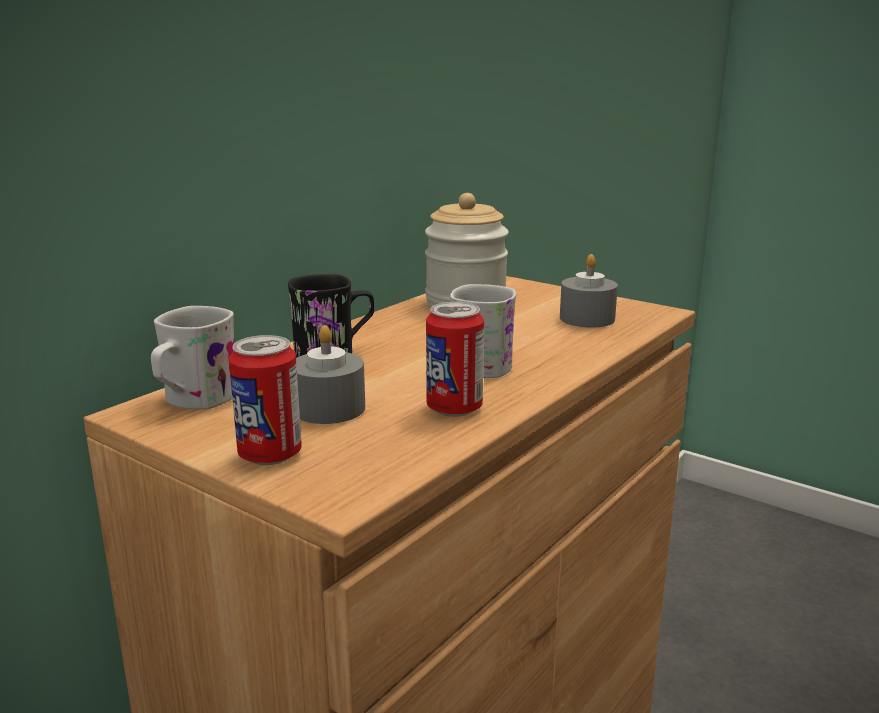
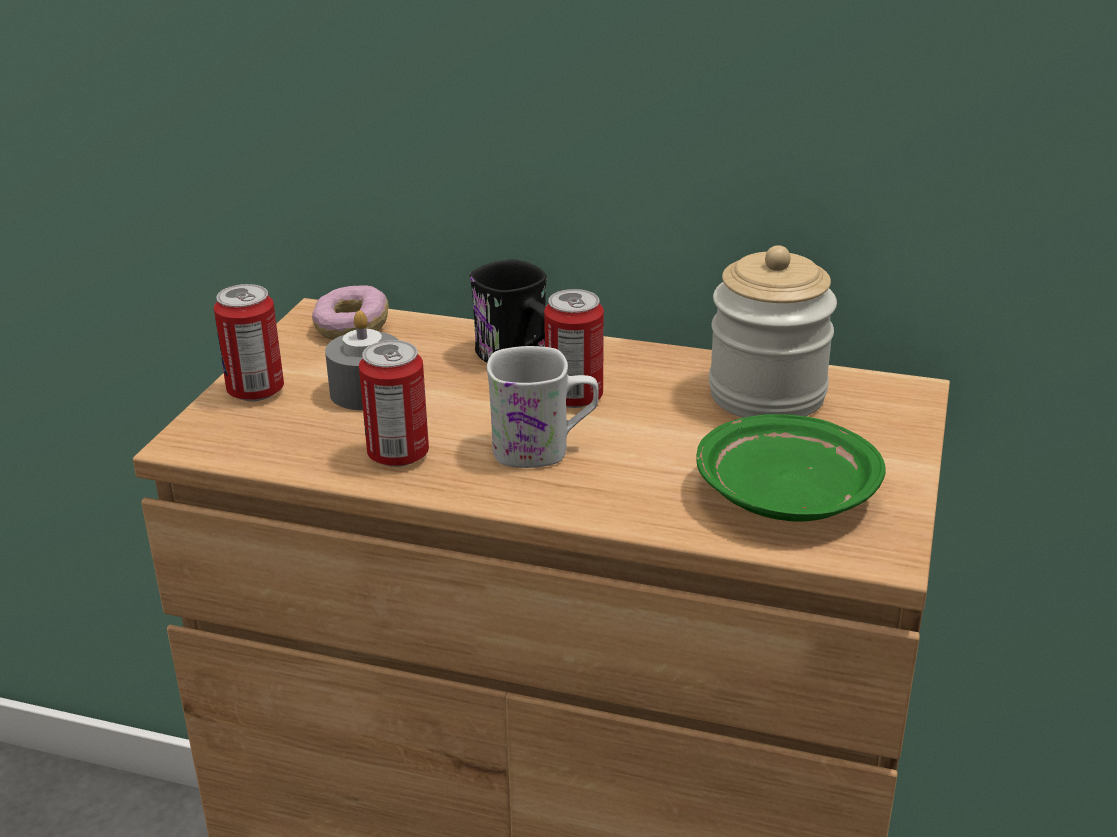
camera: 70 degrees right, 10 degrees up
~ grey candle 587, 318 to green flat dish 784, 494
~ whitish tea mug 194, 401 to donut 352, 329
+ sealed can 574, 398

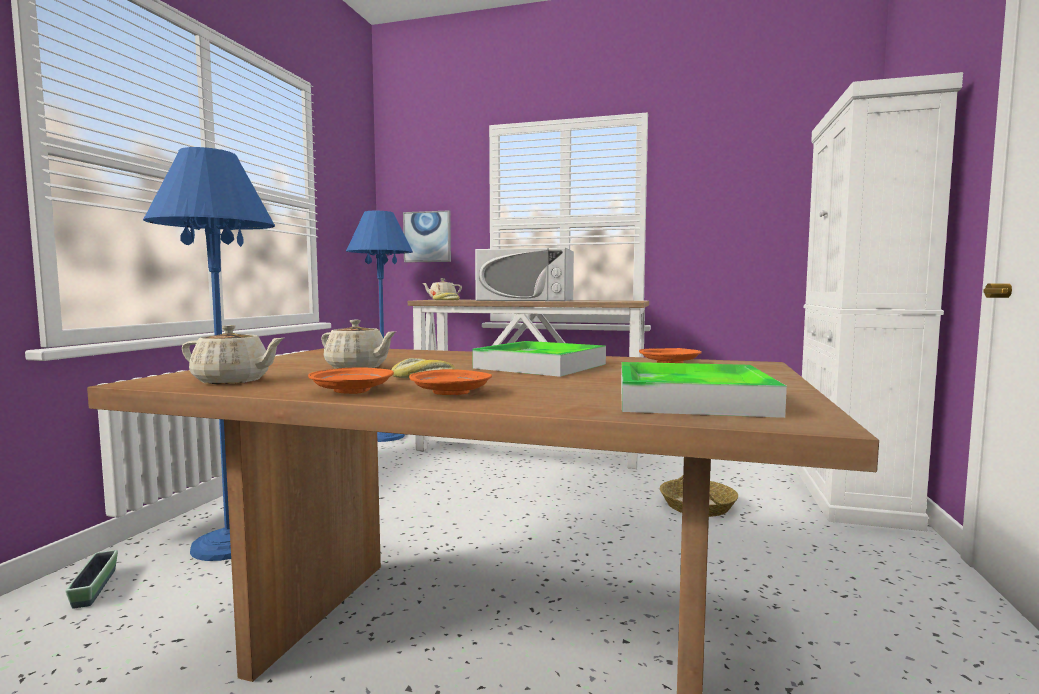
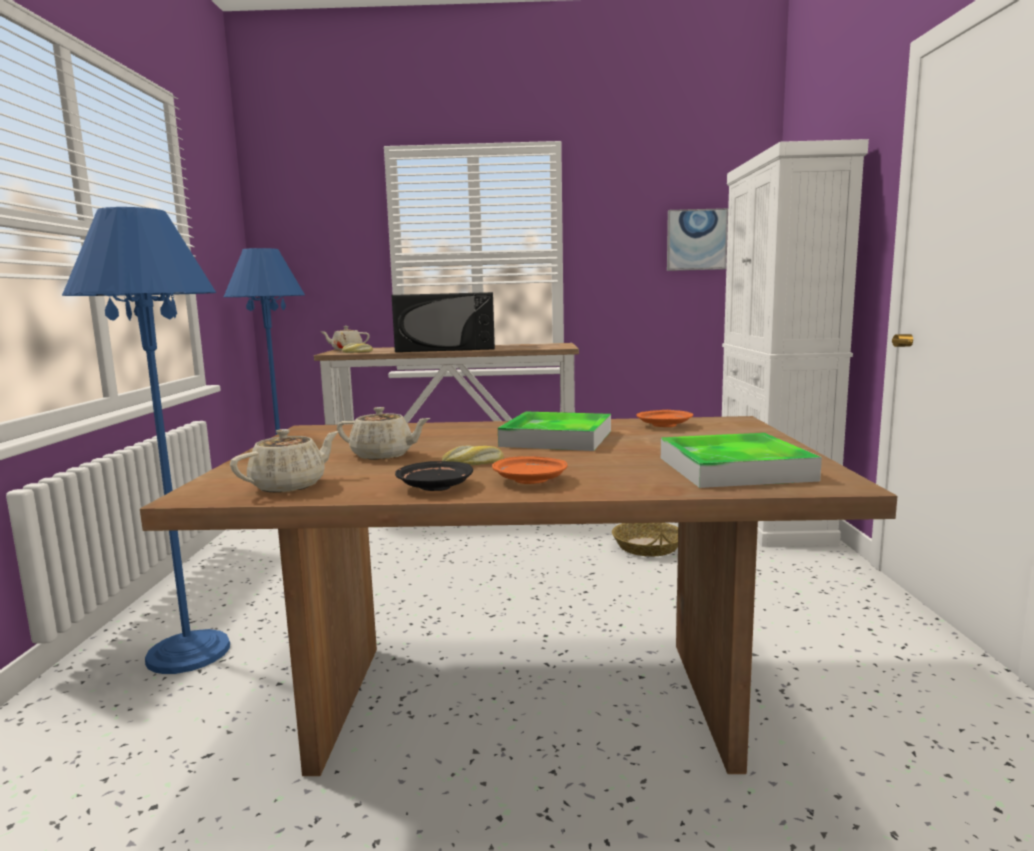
camera: 15 degrees left, 5 degrees up
~ wall picture 427, 237 to 696, 240
~ whitish kitchen microwave 526, 300 to blackish kitchen microwave 447, 348
~ beige tea pot 233, 381 = 290, 485 45 degrees counterclockwise
~ orange flat dish 351, 391 to blackish flat dish 434, 487
- plant pot 95, 588

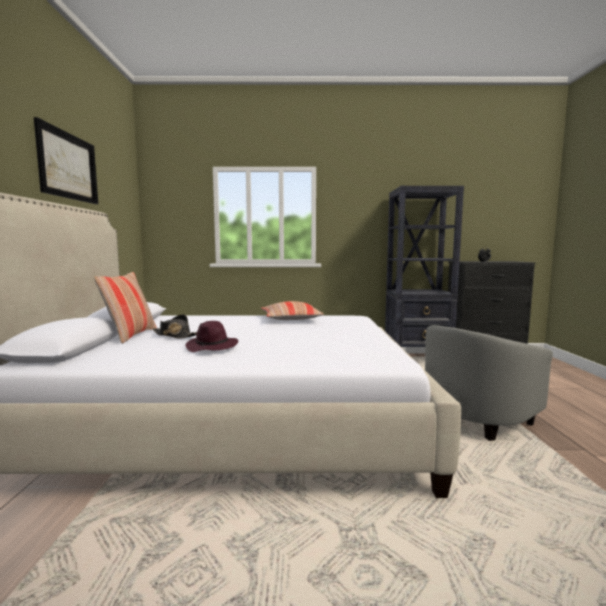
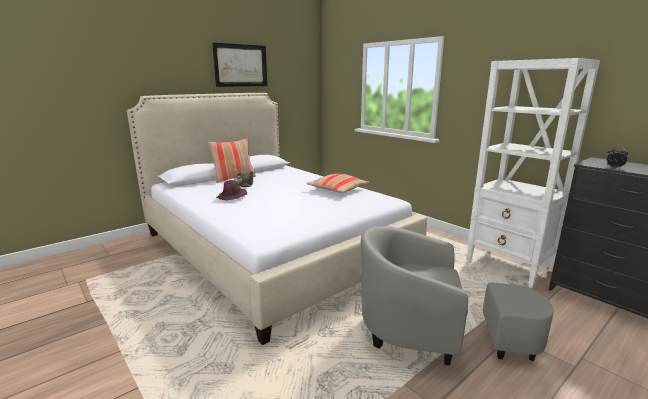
camera: 50 degrees right, 10 degrees up
~ blackish shelving unit 417, 360 to whitish shelving unit 509, 267

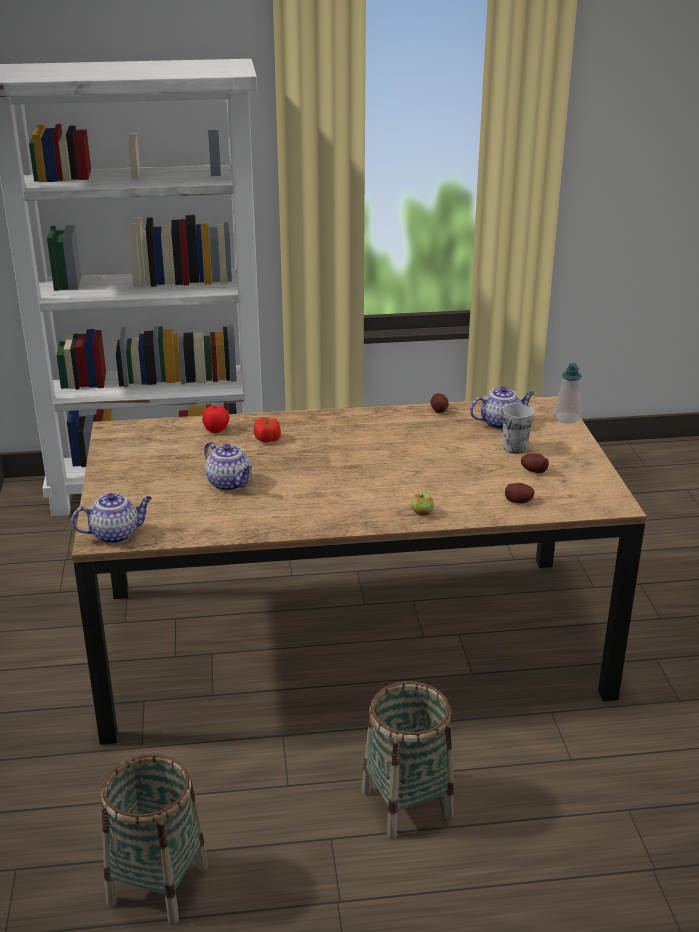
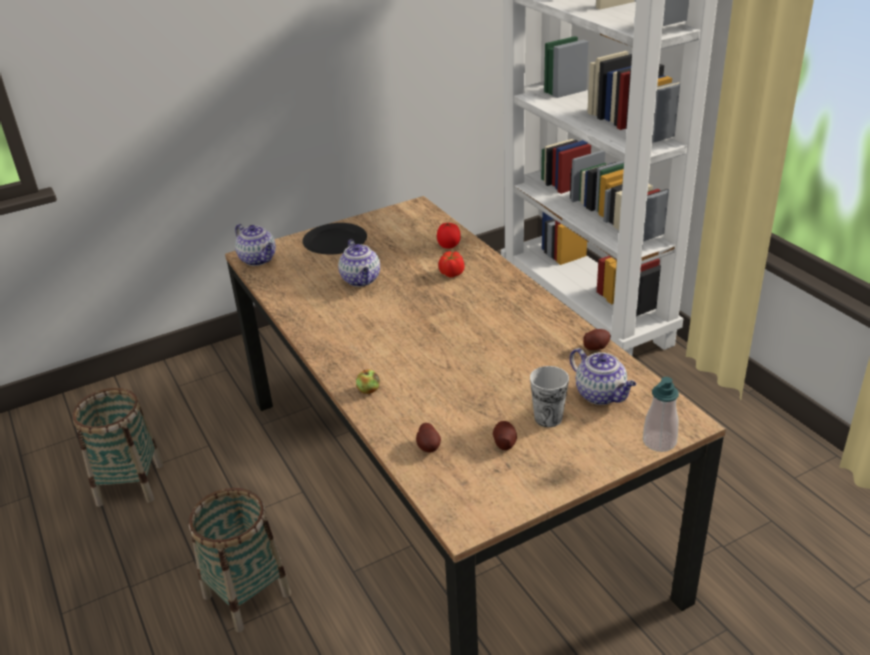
camera: 70 degrees right, 5 degrees up
~ tea pot 230, 484 = 361, 280 45 degrees counterclockwise
+ blackish flat dish 335, 242

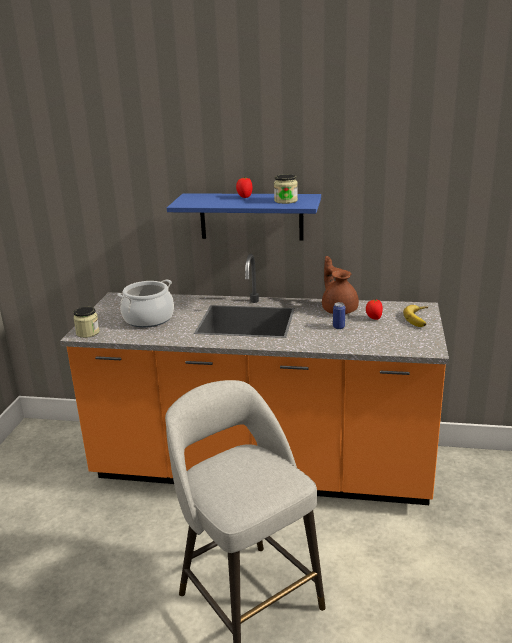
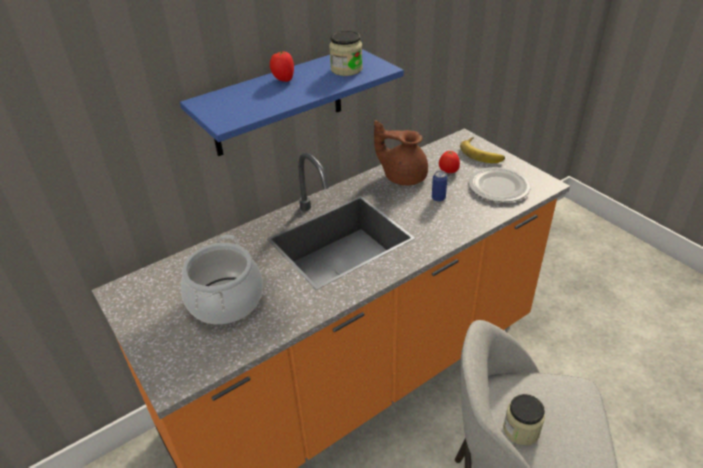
camera: 45 degrees left, 15 degrees up
~ storage jar 88, 333 to 521, 429
+ flat dish 499, 187

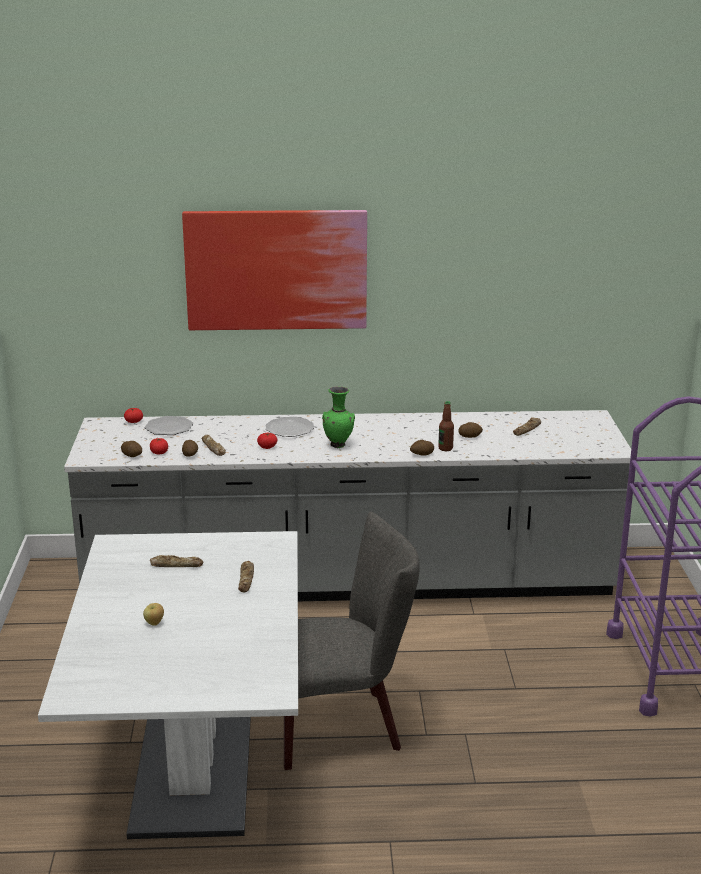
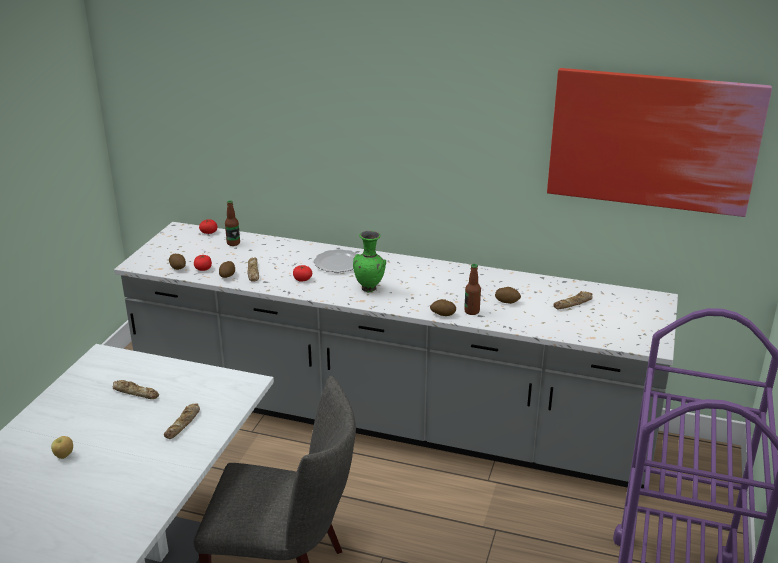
camera: 20 degrees right, 5 degrees up
~ wall picture 276, 269 to 652, 141
~ flat dish 169, 427 to beverage bottle 233, 243

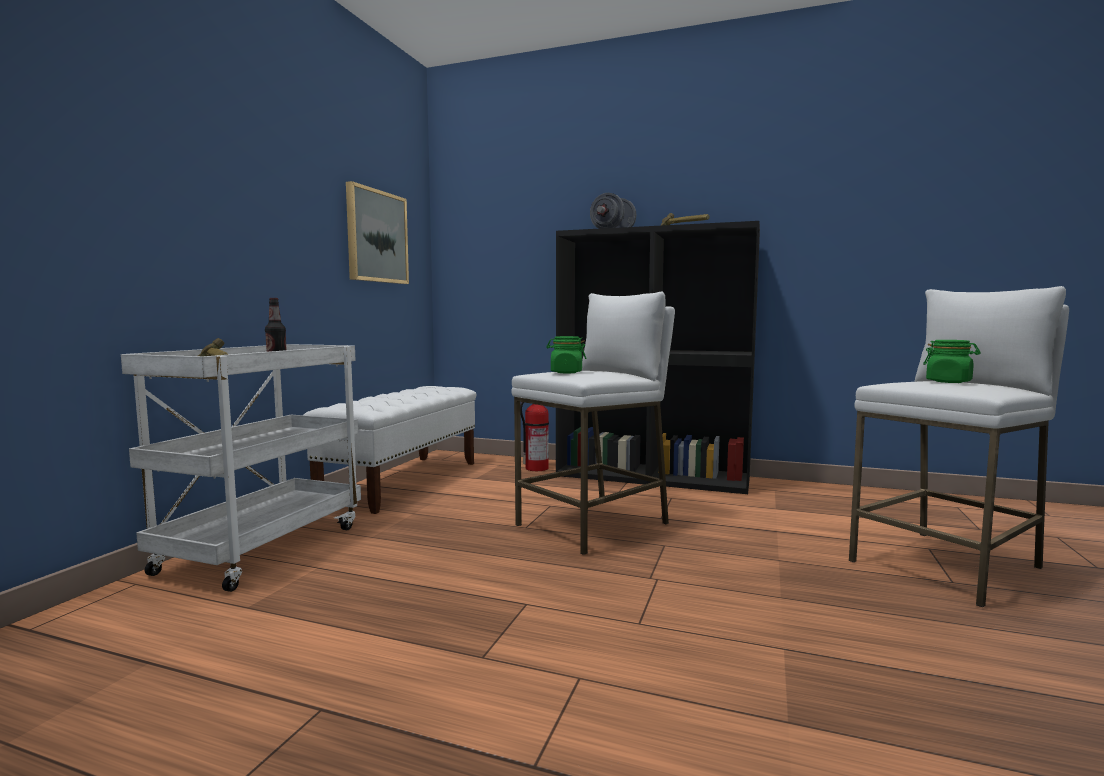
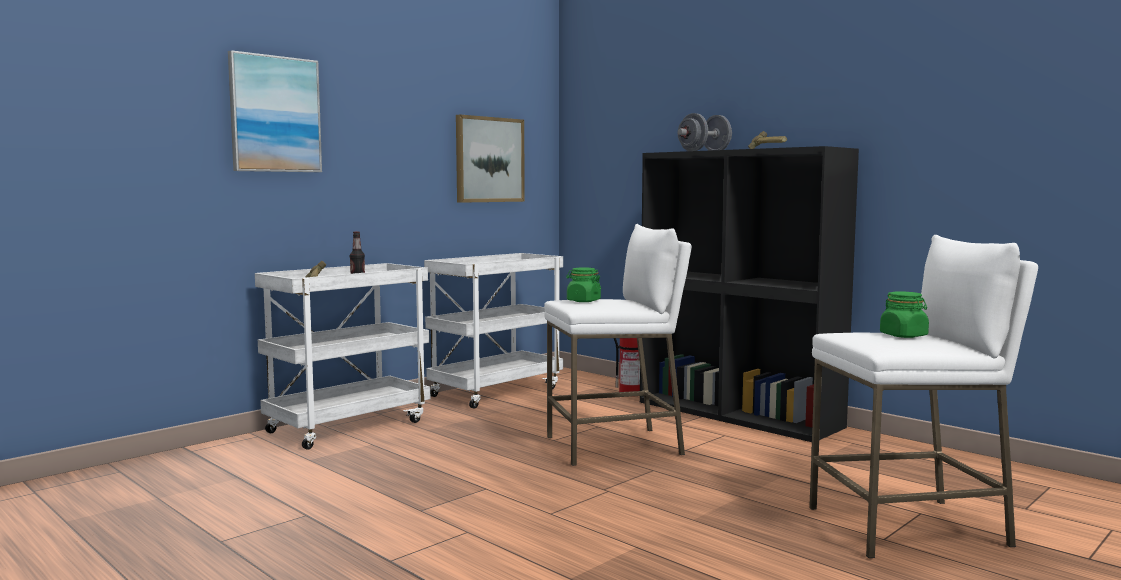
camera: 25 degrees right, 0 degrees up
~ whitish bench 403, 481 to whitish trolley 496, 391
+ wall picture 275, 114

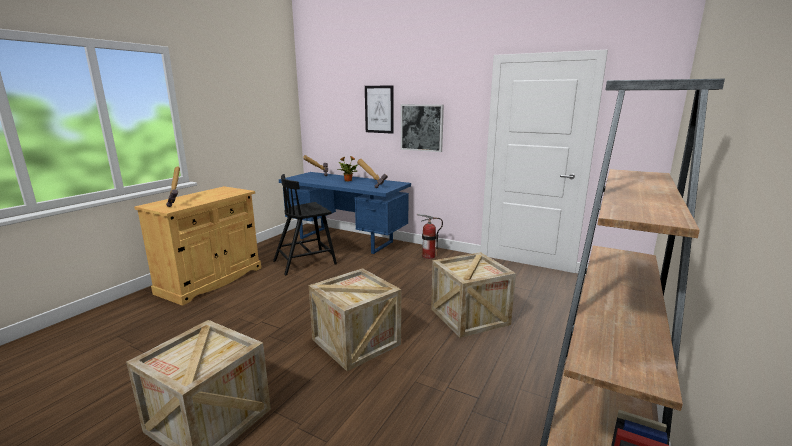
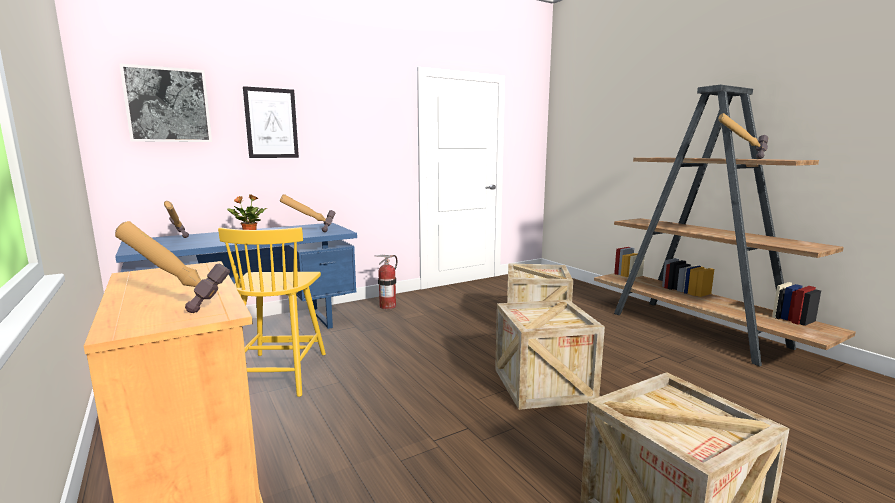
camera: 60 degrees left, 5 degrees down
~ wall picture 422, 127 to 168, 105
~ blackish chair 306, 262 to yellowish chair 279, 372
+ hand hammer 739, 158

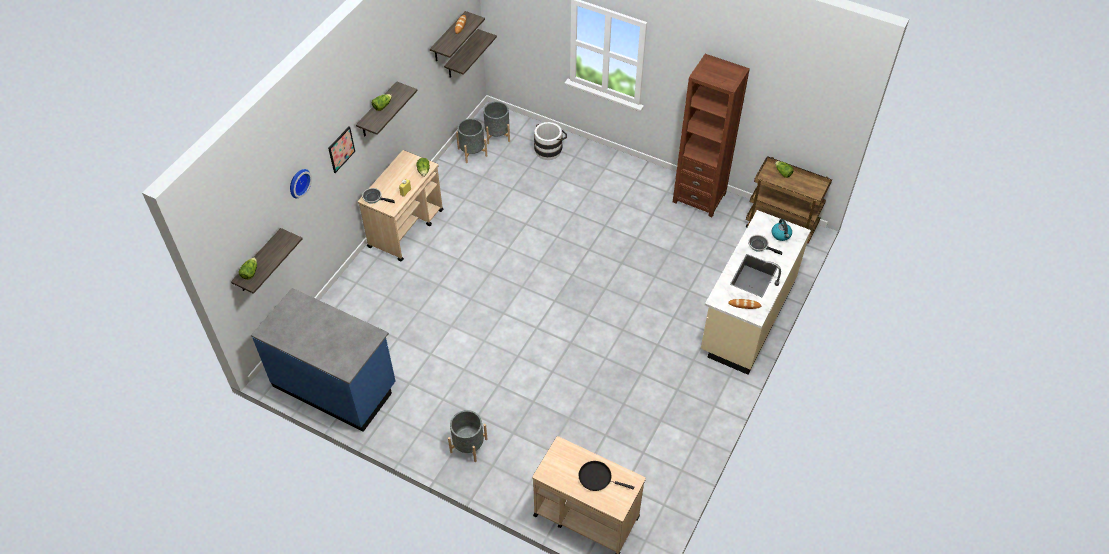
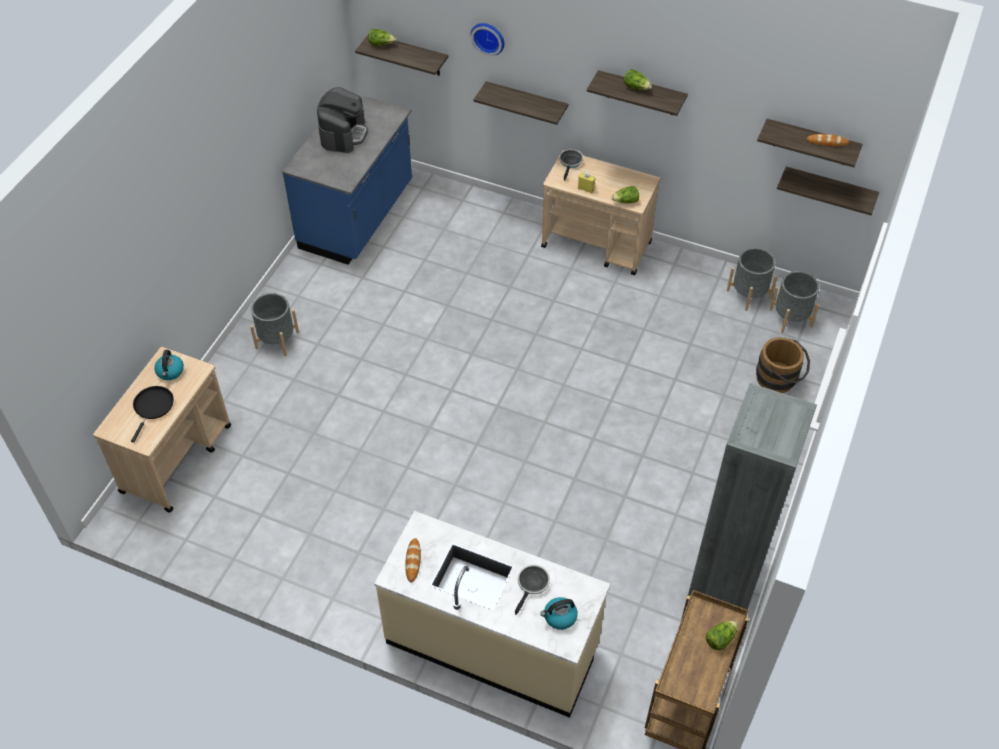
camera: 85 degrees right, 0 degrees up
~ brownish shelving unit 699, 197 to grey shelving unit 726, 579
~ whitish water bucket 550, 149 to brownish water bucket 779, 380
- wall picture 341, 149
+ shelf 526, 103
+ coffee maker 343, 134
+ water kettle 170, 372

